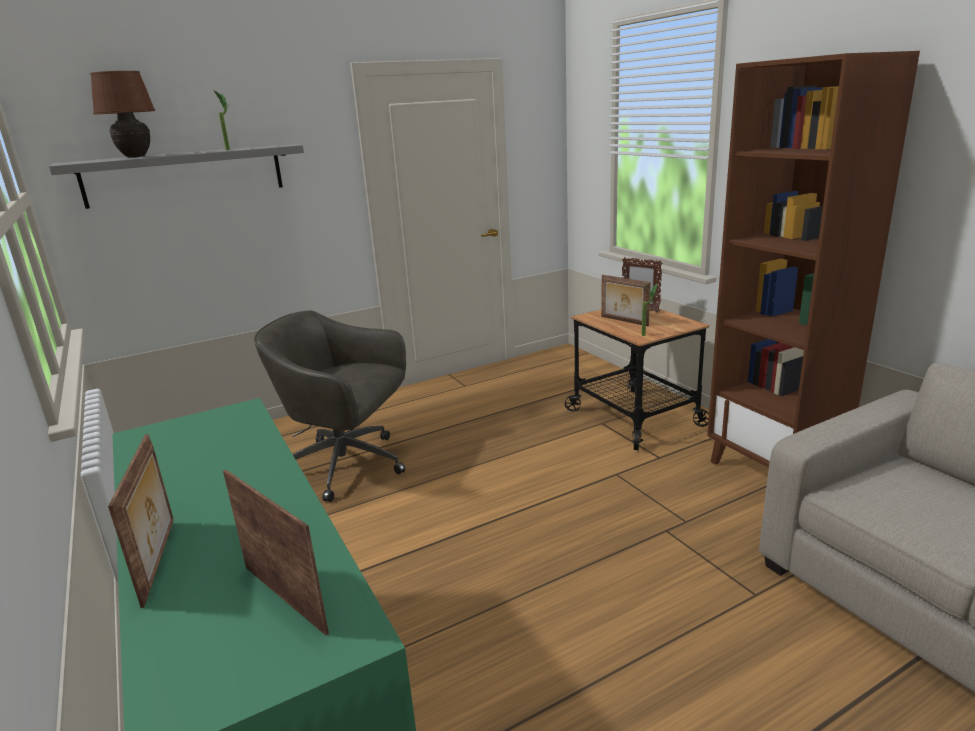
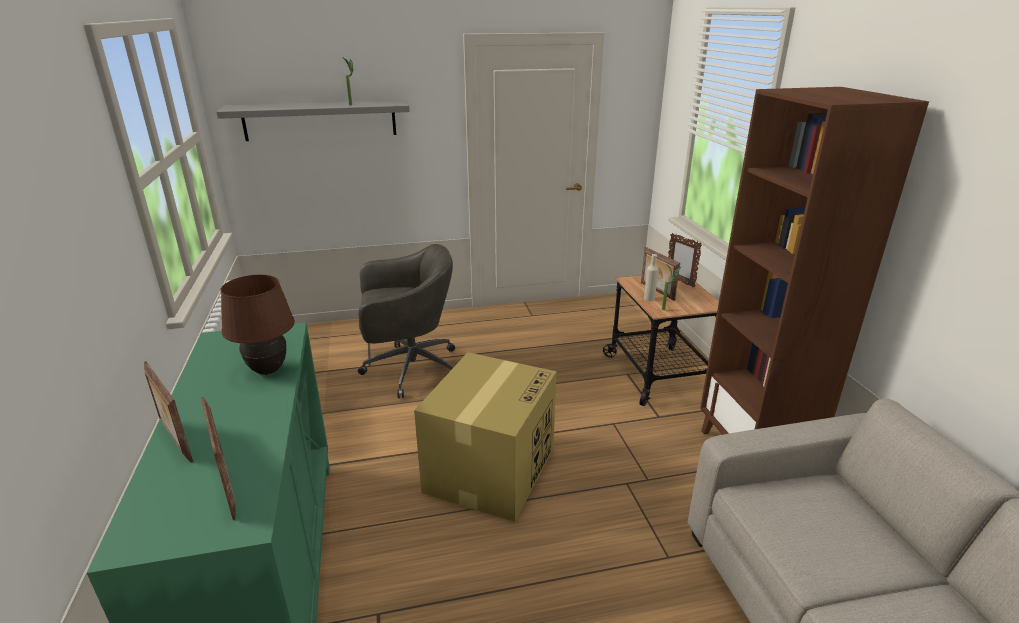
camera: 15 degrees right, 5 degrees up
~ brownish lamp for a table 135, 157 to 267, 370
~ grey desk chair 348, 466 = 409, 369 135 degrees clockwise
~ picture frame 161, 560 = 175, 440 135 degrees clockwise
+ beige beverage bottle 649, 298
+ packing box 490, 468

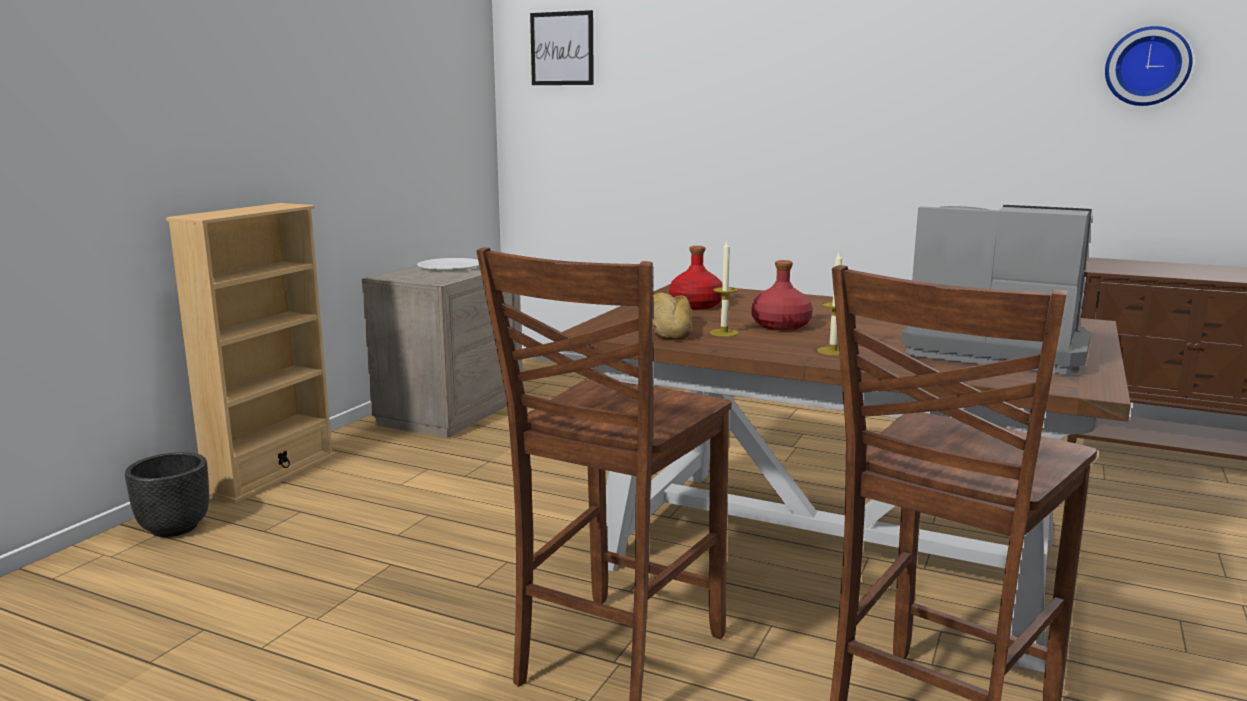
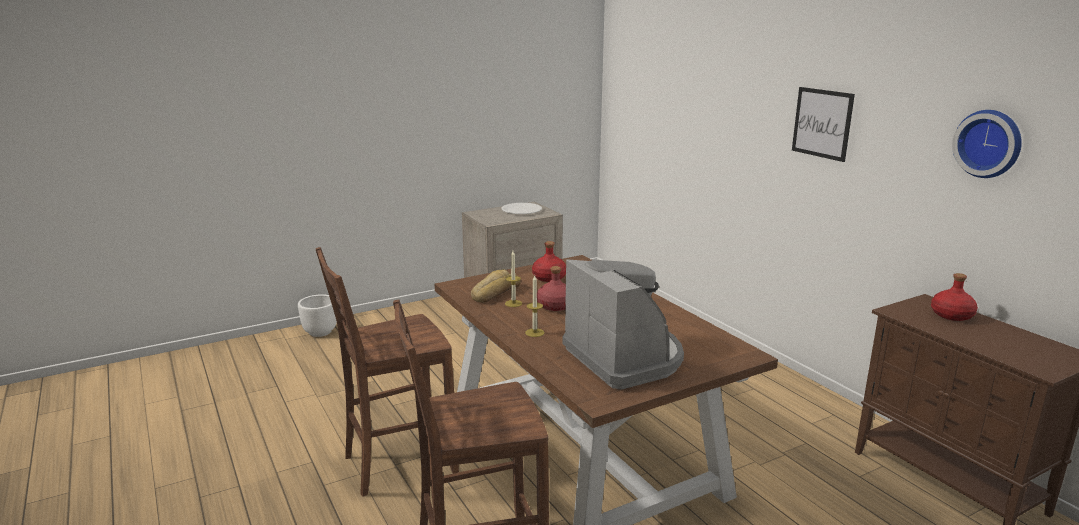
camera: 35 degrees right, 5 degrees up
~ wall picture 562, 48 to 822, 123
- beige shelving unit 271, 475
~ blackish plant pot 174, 527 to whitish plant pot 320, 332
+ red-coloured beverage bottle 951, 315

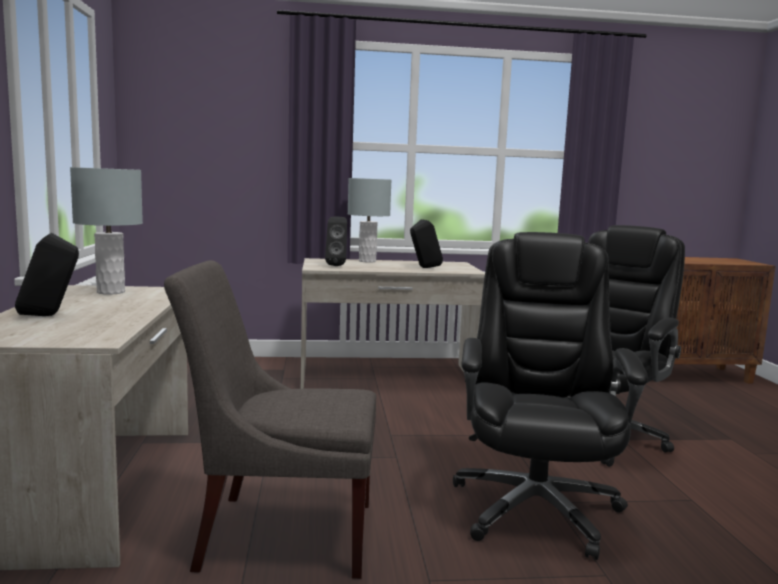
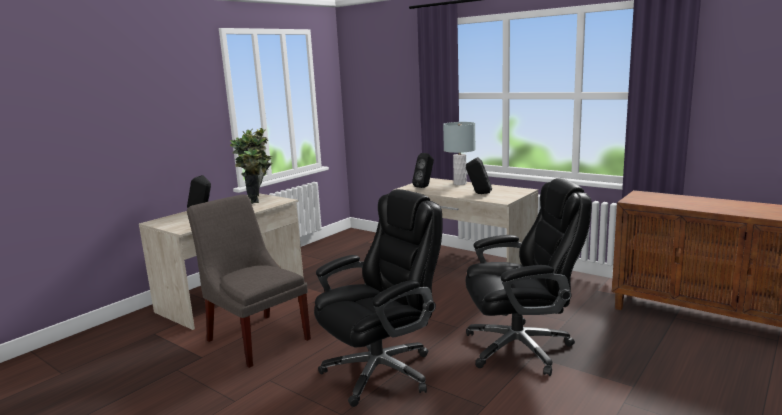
camera: 45 degrees right, 5 degrees up
~ grey lamp for a table 111, 292 to potted plant 258, 200

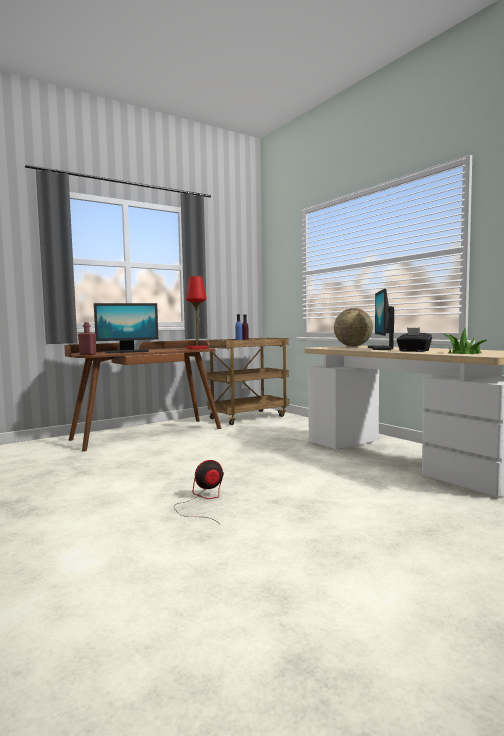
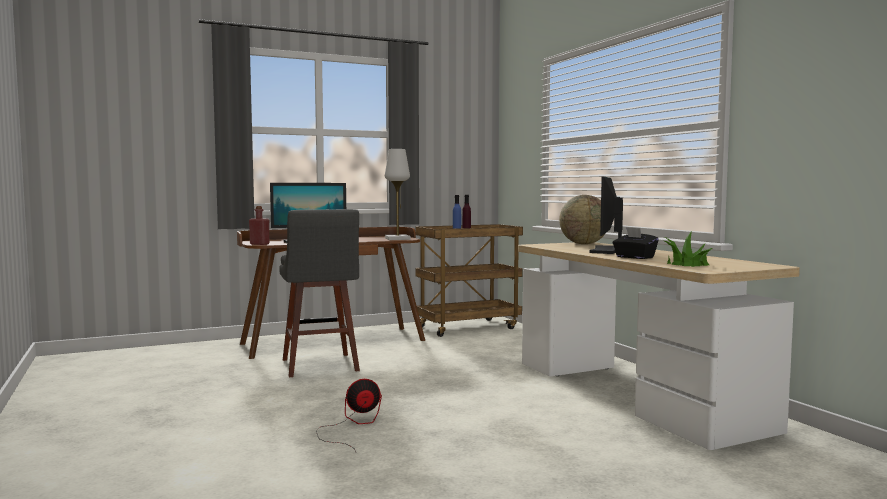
camera: 10 degrees right, 0 degrees up
~ red-coloured lamp for a table 197, 348 to whitish lamp for a table 397, 239
+ grey stool seat 320, 366

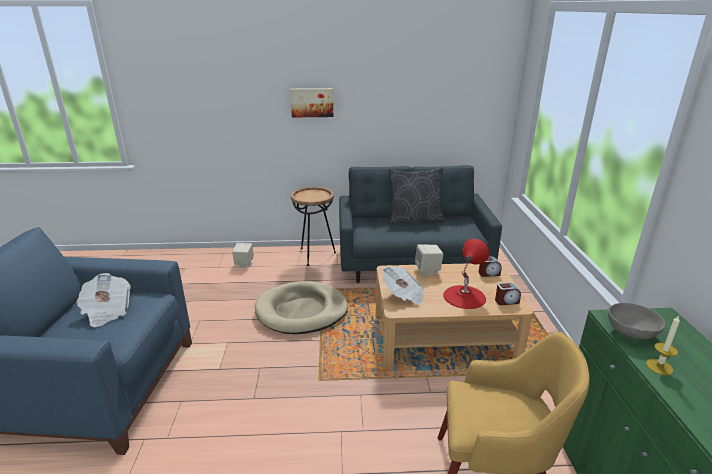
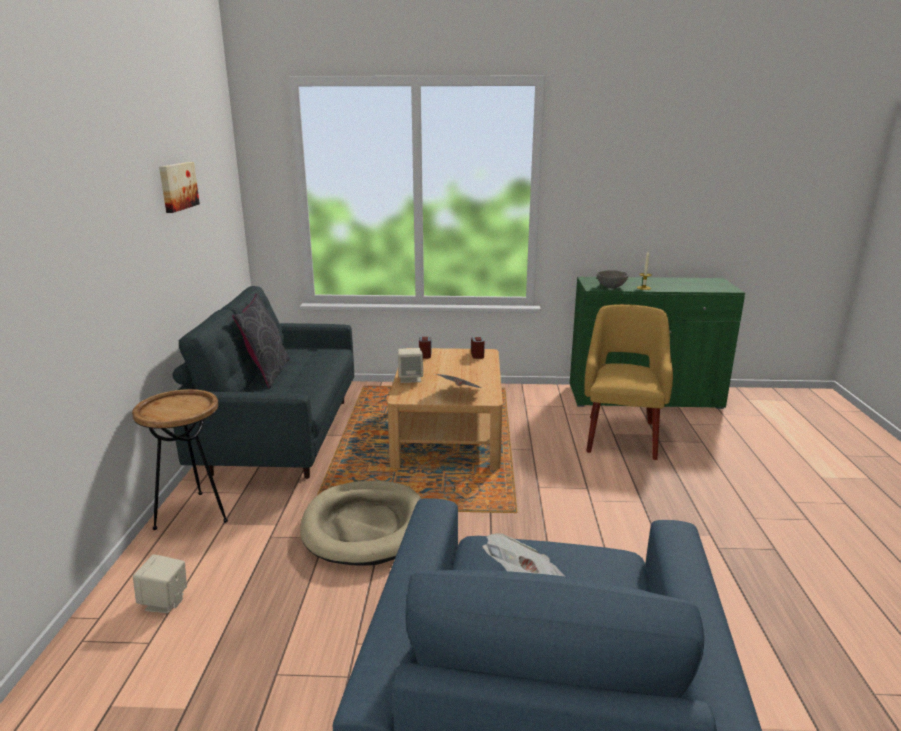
camera: 85 degrees left, 5 degrees down
~ wall picture 312, 102 to 177, 186
- red-coloured lamp for a table 464, 296

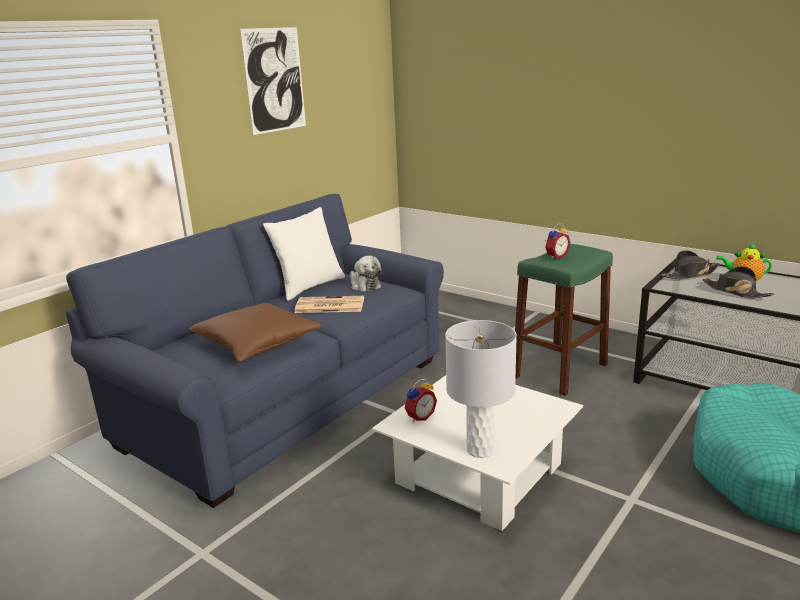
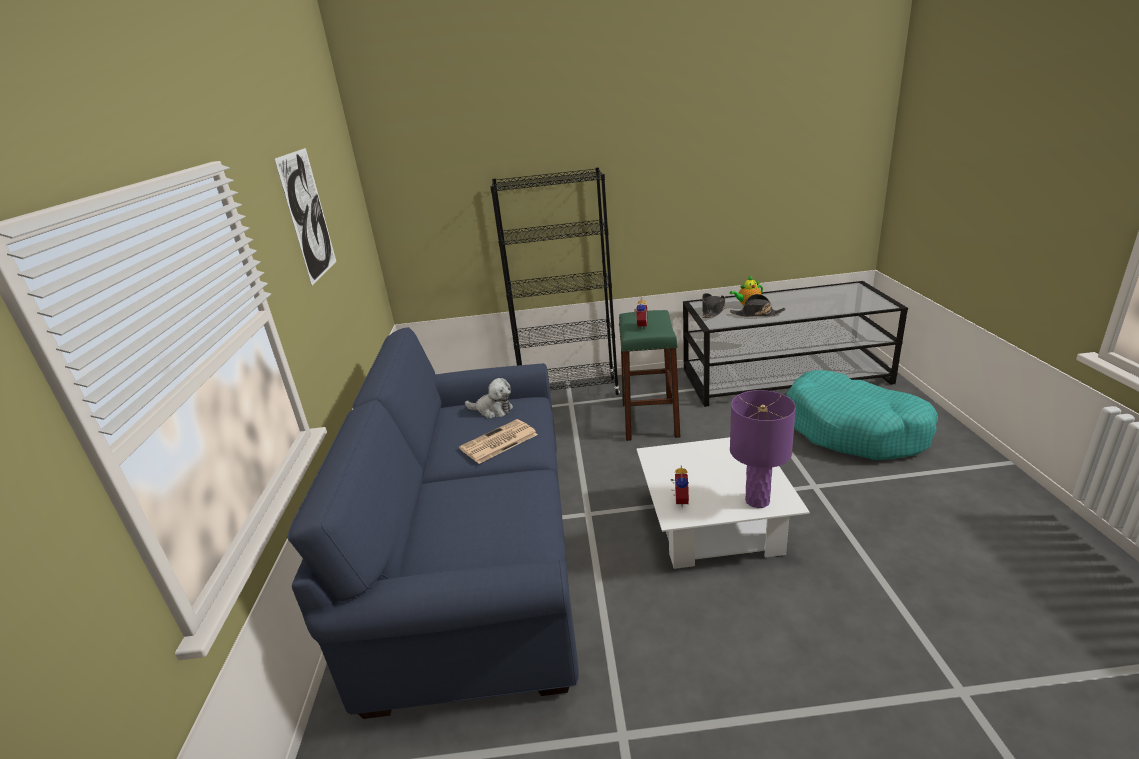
camera: 40 degrees left, 5 degrees up
- whitish pillow 309, 287
- brownish pillow 257, 344
~ grey lamp for a table 480, 450 to purple-coloured lamp for a table 757, 501
+ blackish shelving unit 569, 392

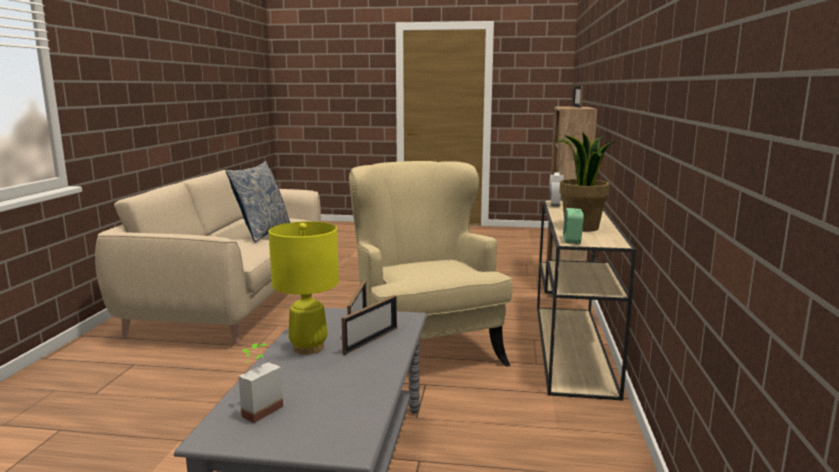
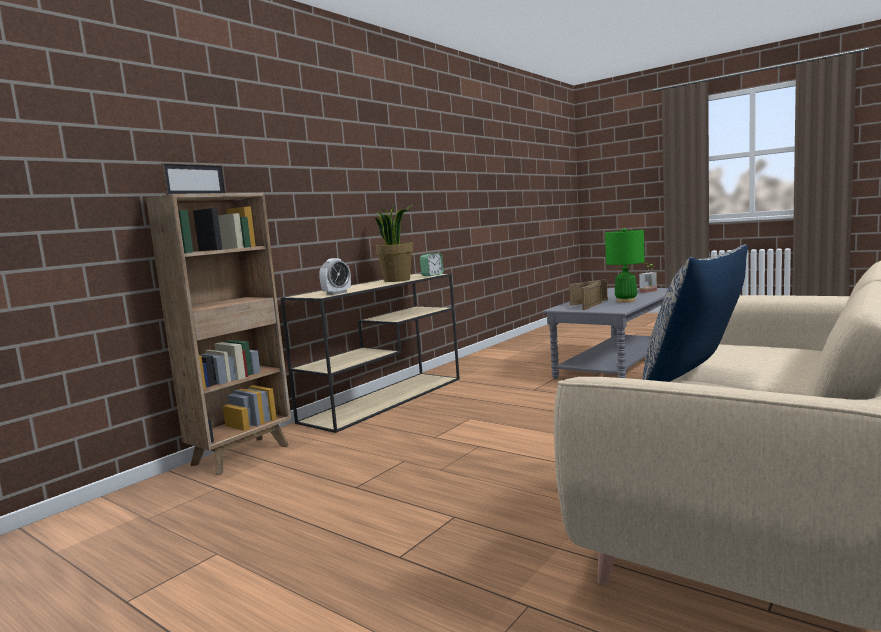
camera: 150 degrees left, 5 degrees down
- beige lounge chair 424, 352
~ yellowish lamp for a table 308, 347 to green lamp for a table 626, 301

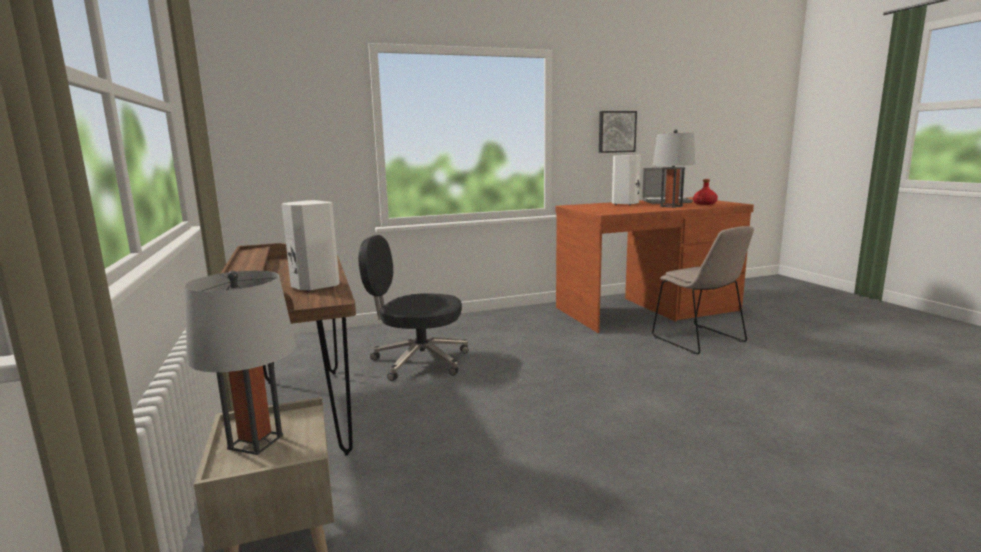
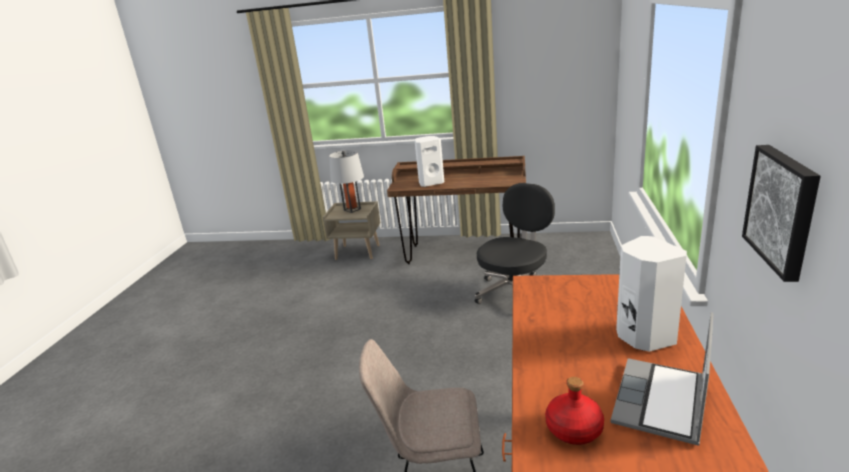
camera: 120 degrees right, 10 degrees up
- grey lamp for a table 671, 206

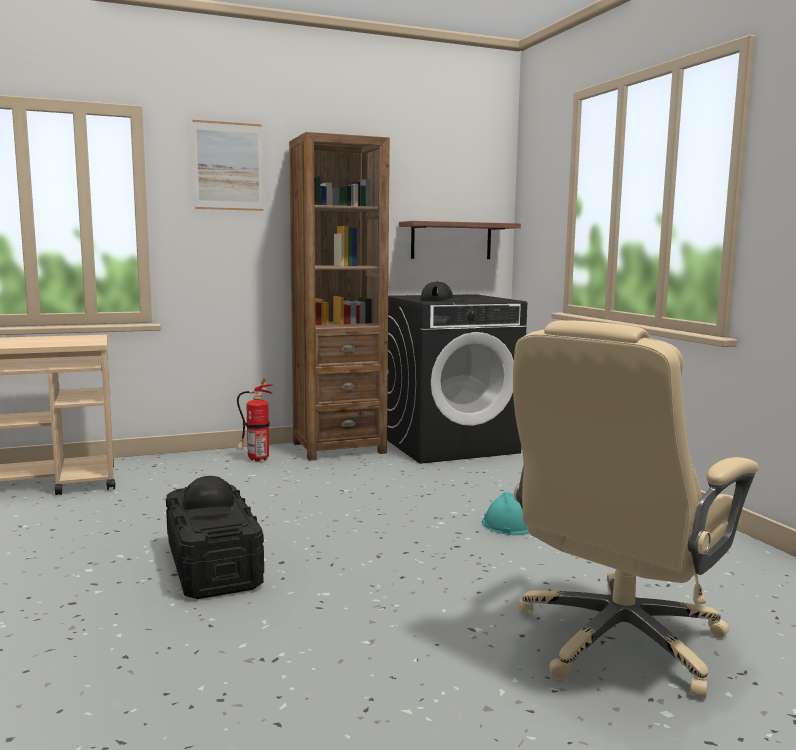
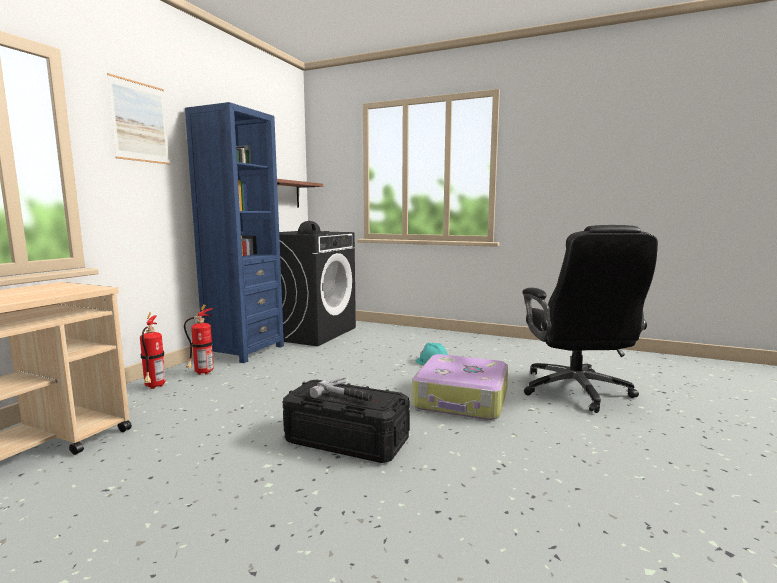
camera: 45 degrees left, 0 degrees up
~ brownish shelving unit 338, 448 to blue shelving unit 244, 351
~ beige desk chair 617, 641 to blackish desk chair 576, 391
~ blackish cap 209, 507 to hand hammer 347, 395
+ extinguisher 154, 387
+ travel case 462, 399

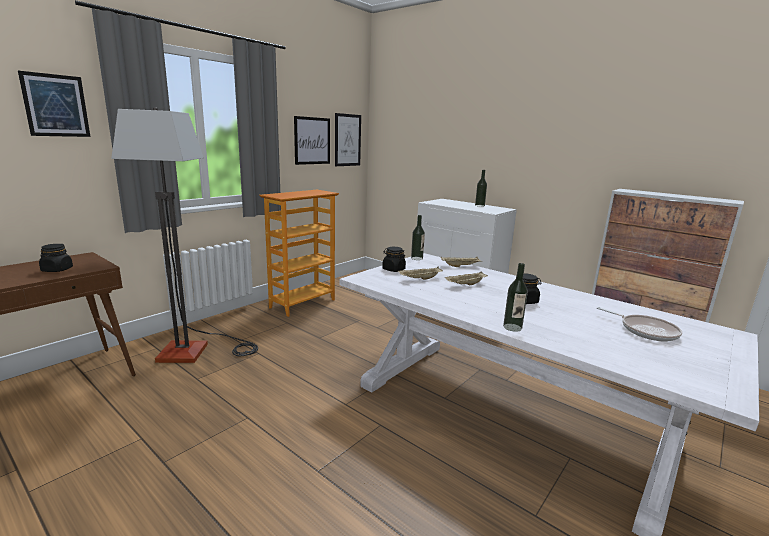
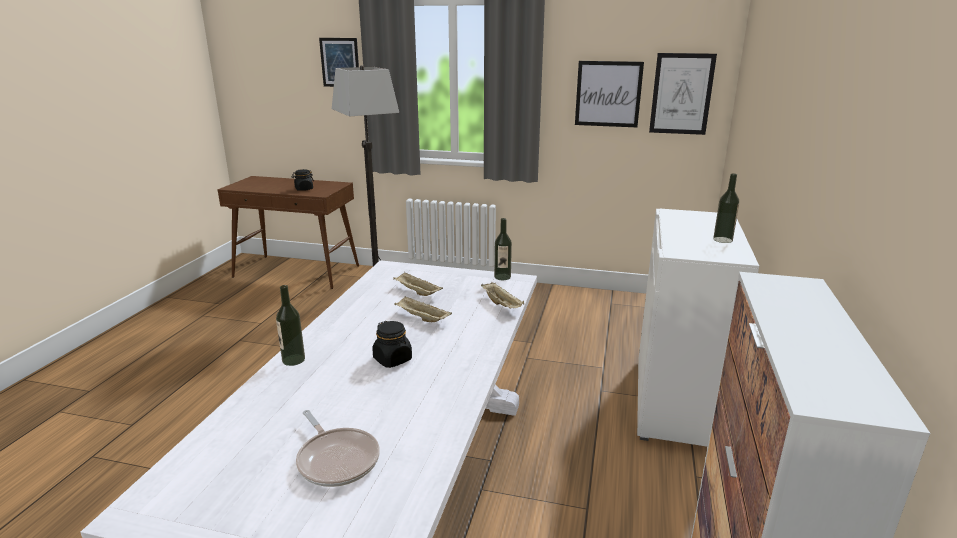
camera: 65 degrees right, 5 degrees up
- shelving unit 302, 303
- blackish storage jar 393, 269
~ skillet 645, 330 = 337, 459 60 degrees counterclockwise

